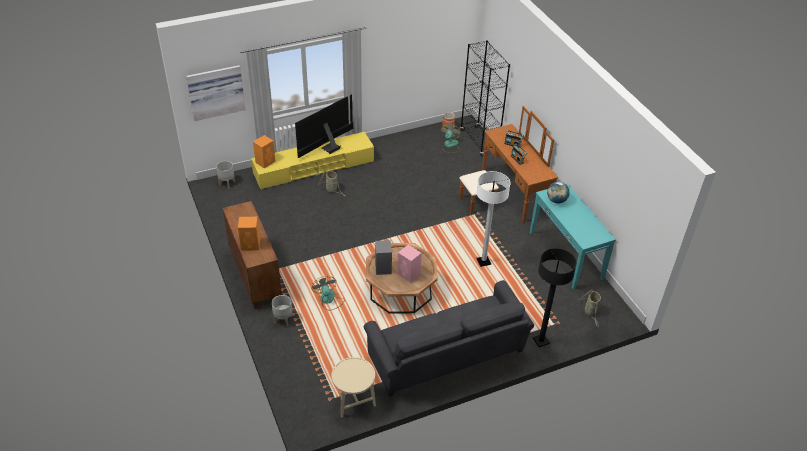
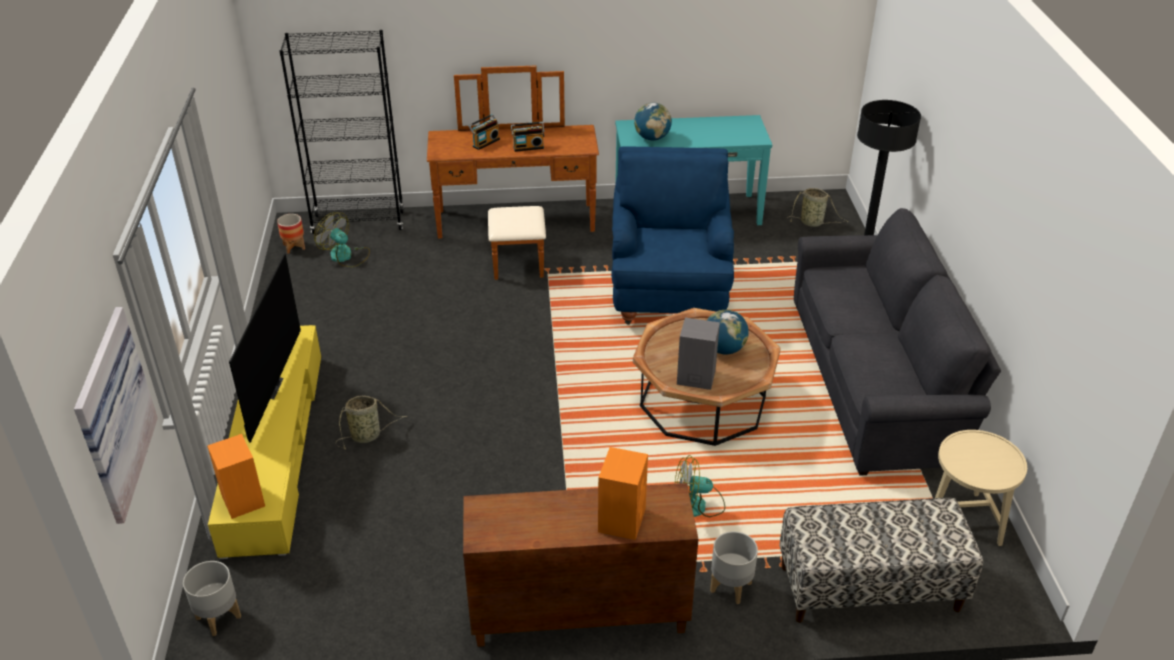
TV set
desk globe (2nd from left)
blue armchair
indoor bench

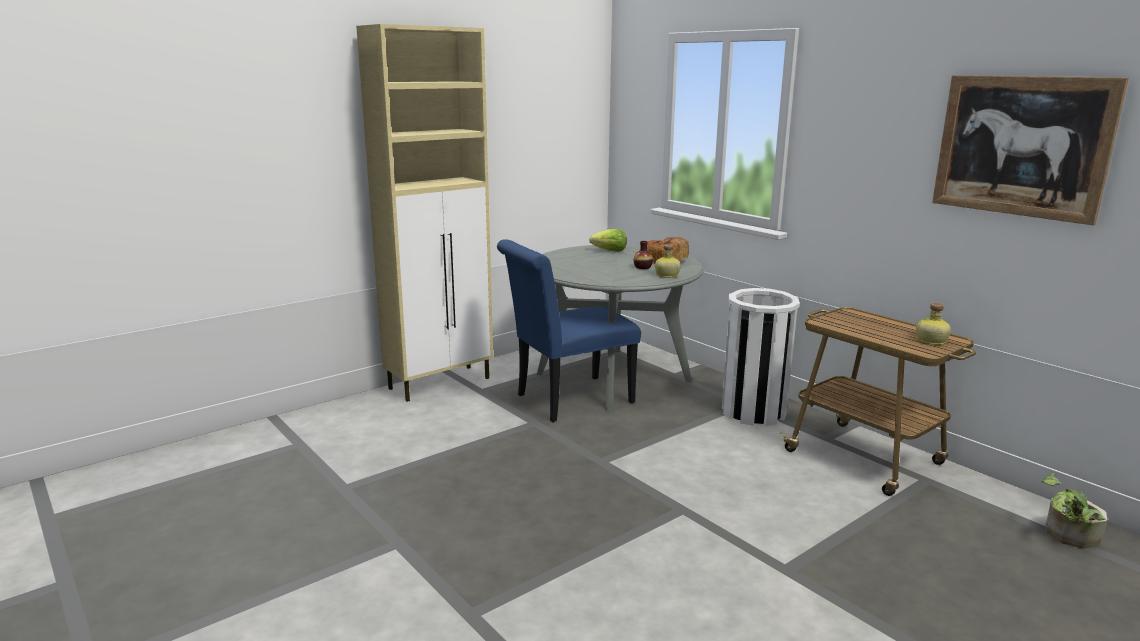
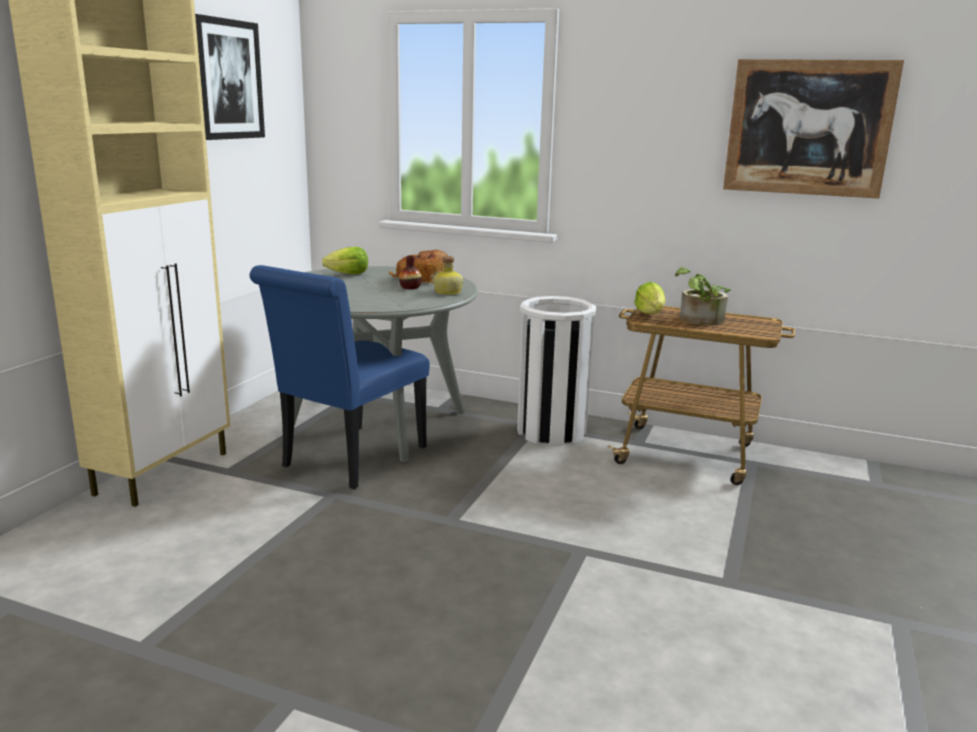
bottle (2nd from left in the first image)
plant in a pot
picture (1st from left)
head of lettuce (2nd from left)

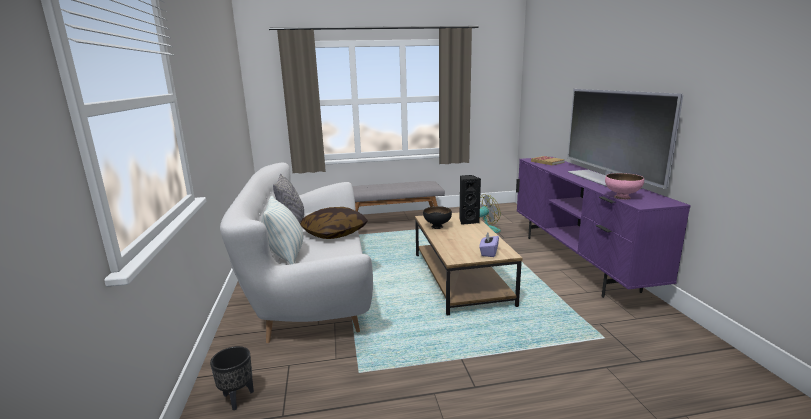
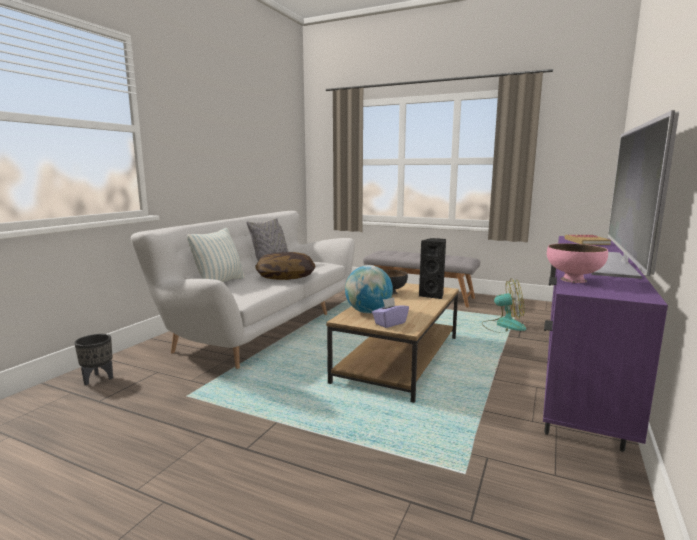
desk globe

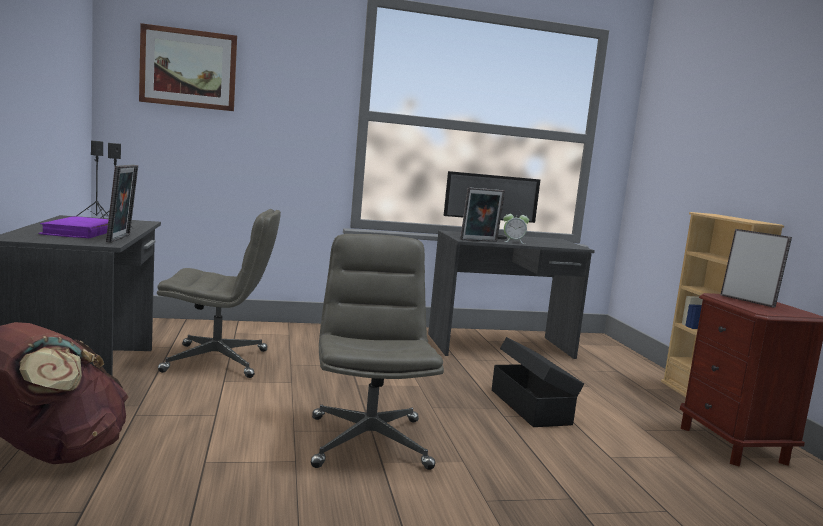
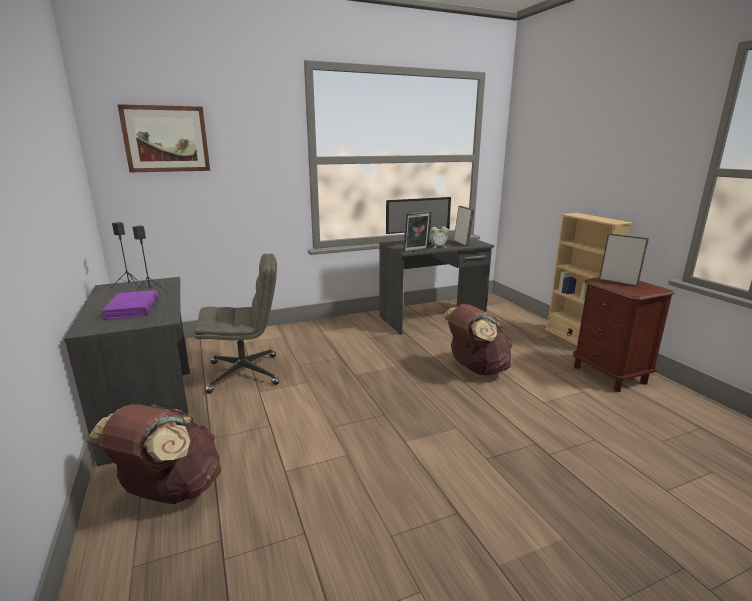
picture frame (2nd from left)
grey office chair (2nd from left in the first image)
brown knapsack (2nd from left)

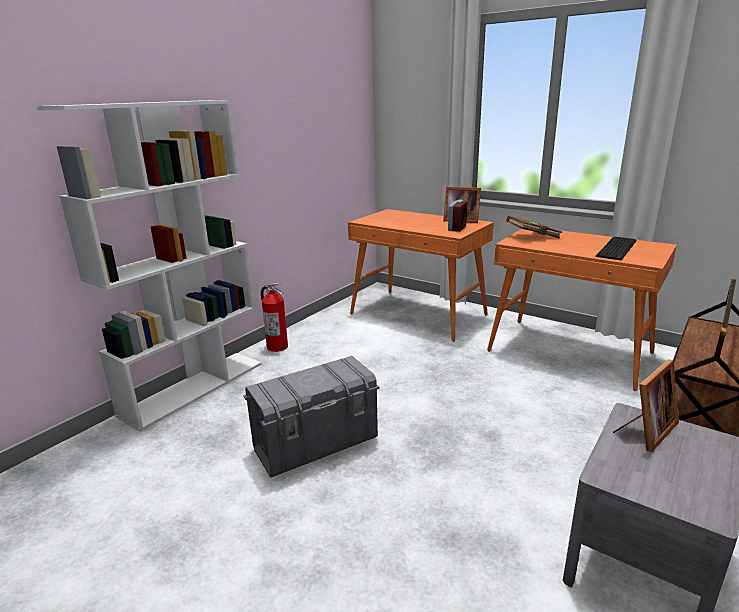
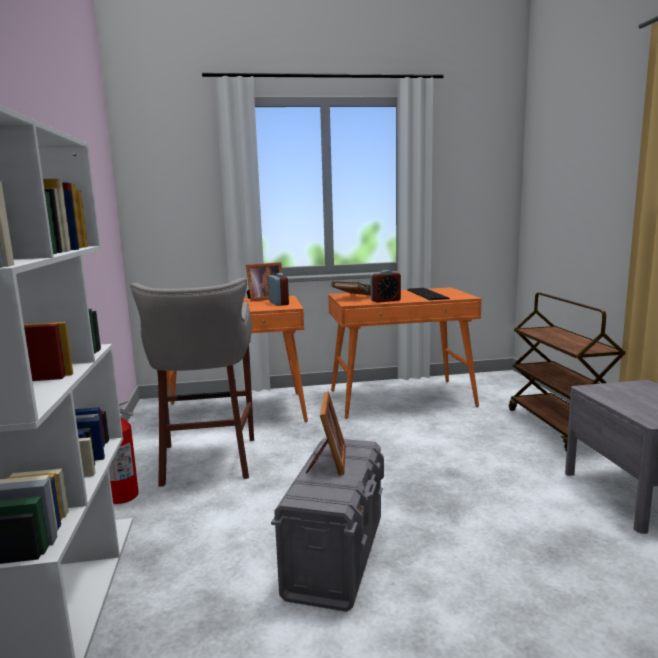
picture frame (2nd from left)
grey sitting stool
bedside clock (2nd from left)

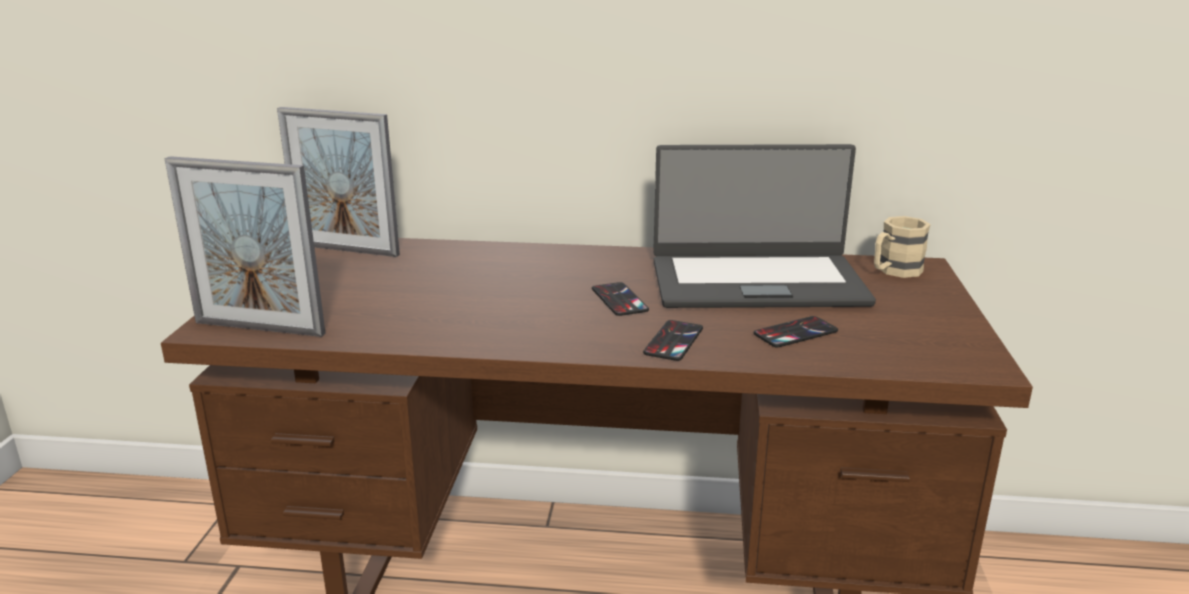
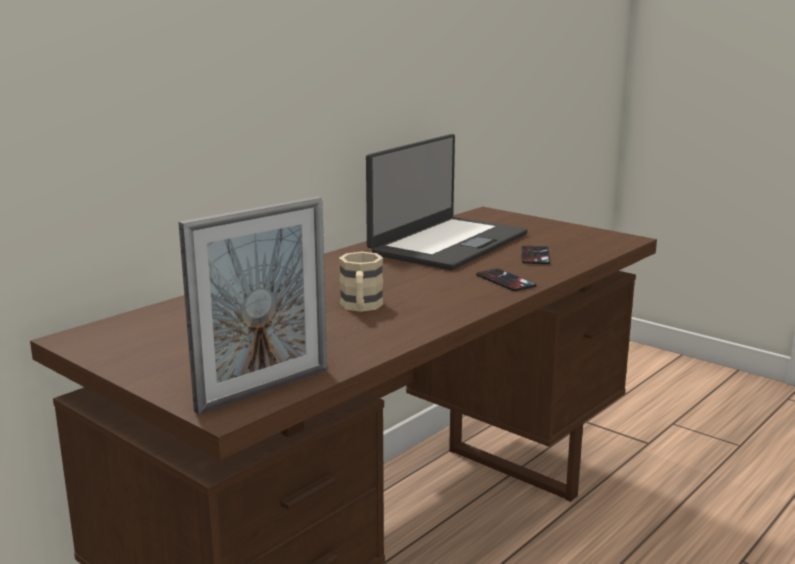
picture frame (2nd from left in the first image)
handset (1st from left in the first image)
beige-coloured tea mug

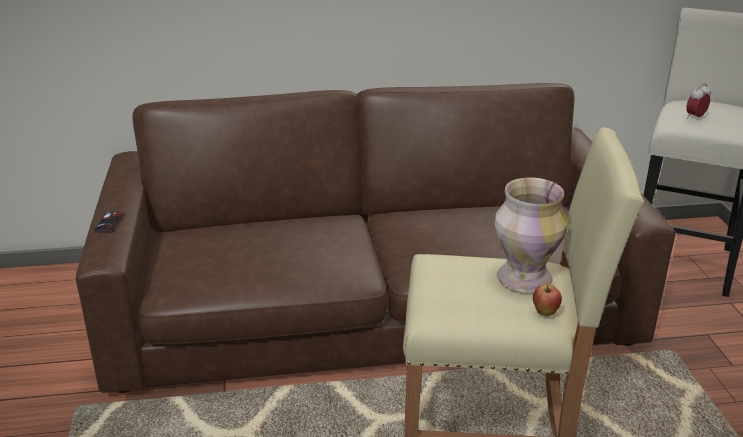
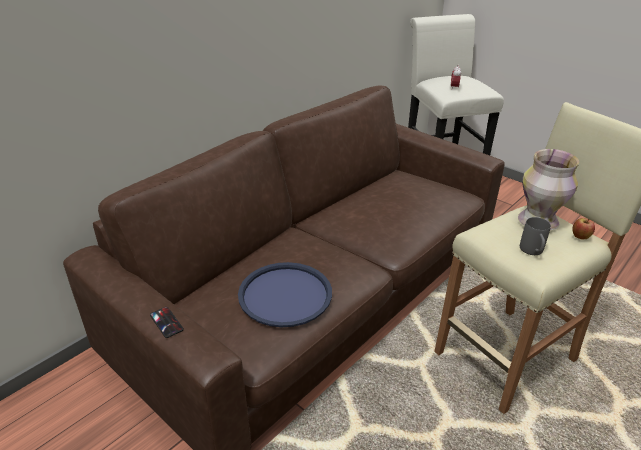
blue carrying tray
grey tea mug

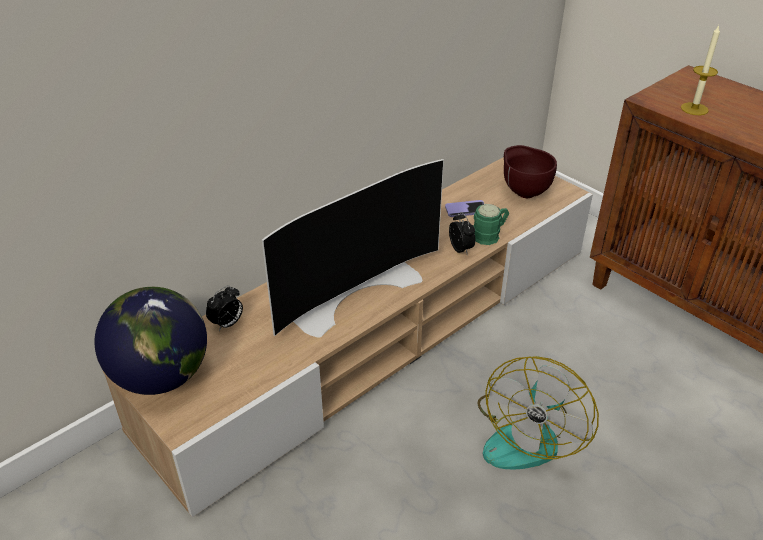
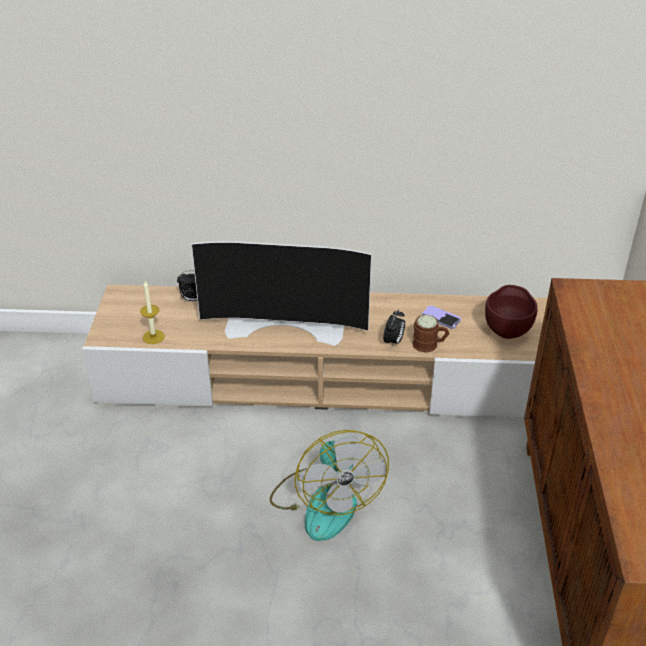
desk globe
brown tea mug
electric fan
wax light

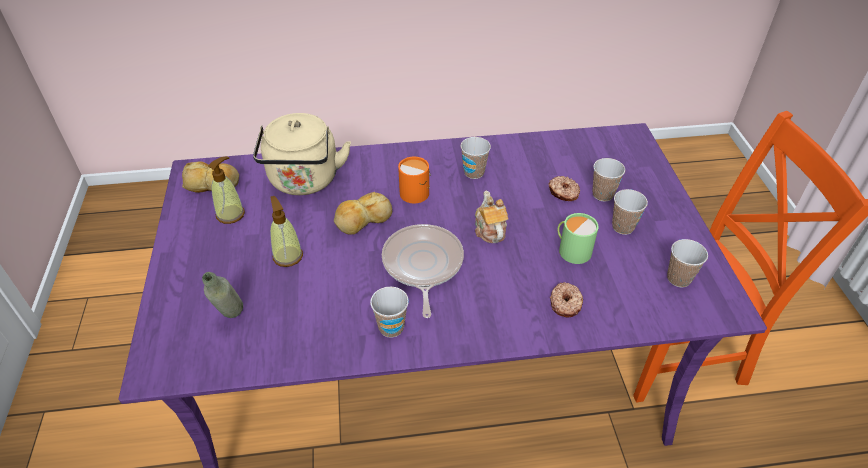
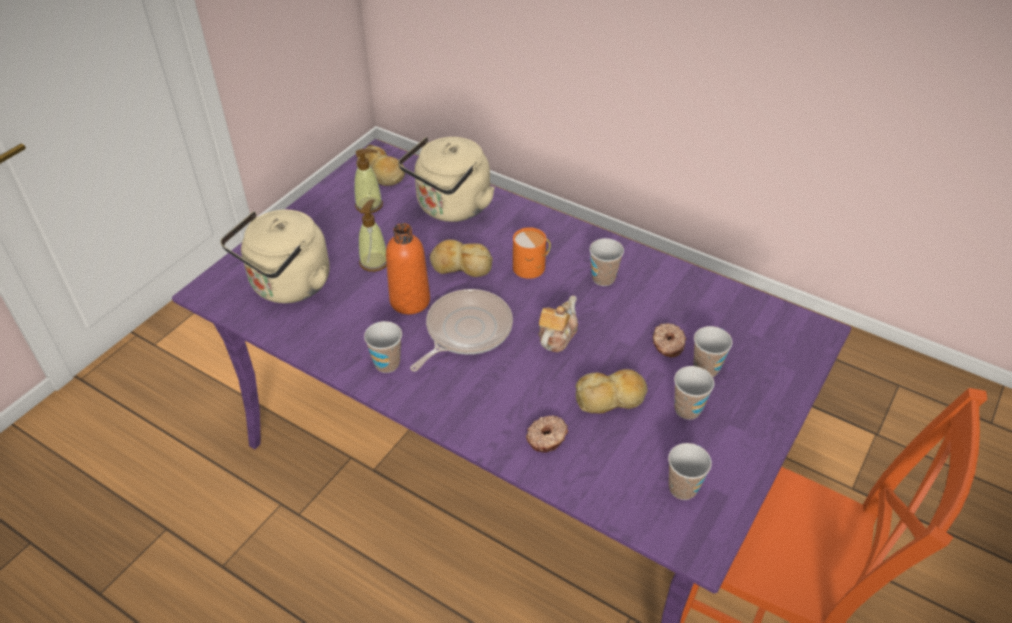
beige-coloured kettle (1st from left)
bakery bread (3rd from left)
orange bottle

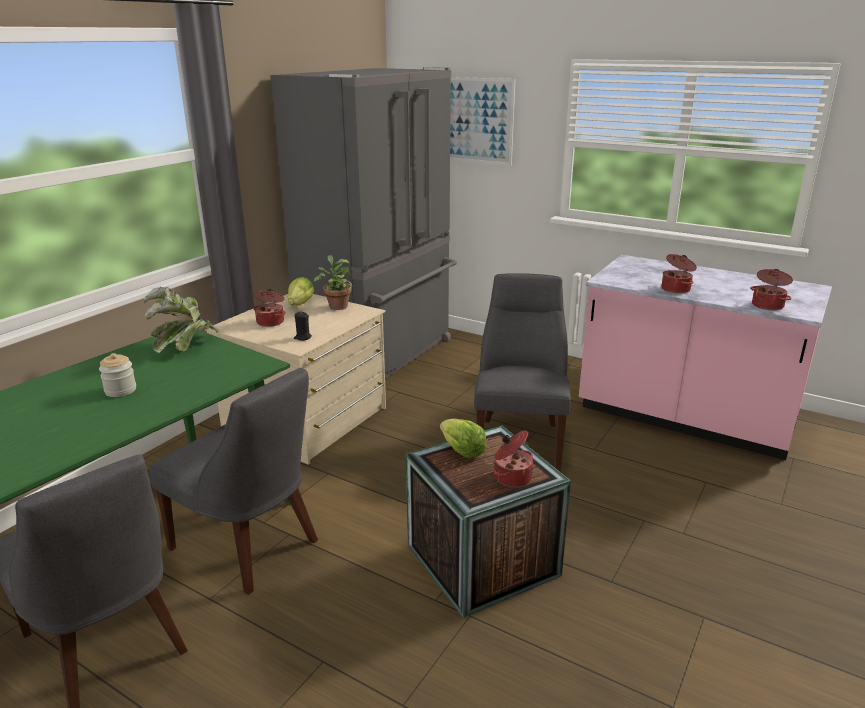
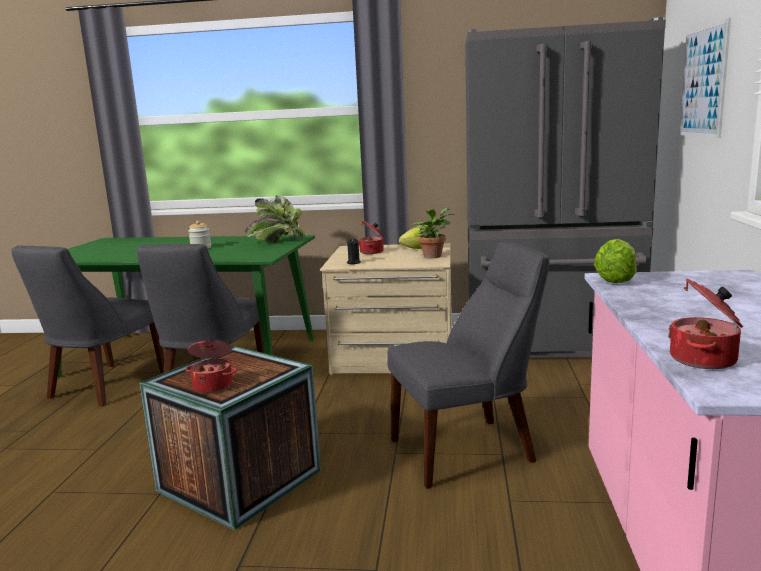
head of lettuce (2nd from left)
cooking pot (3rd from left in the first image)

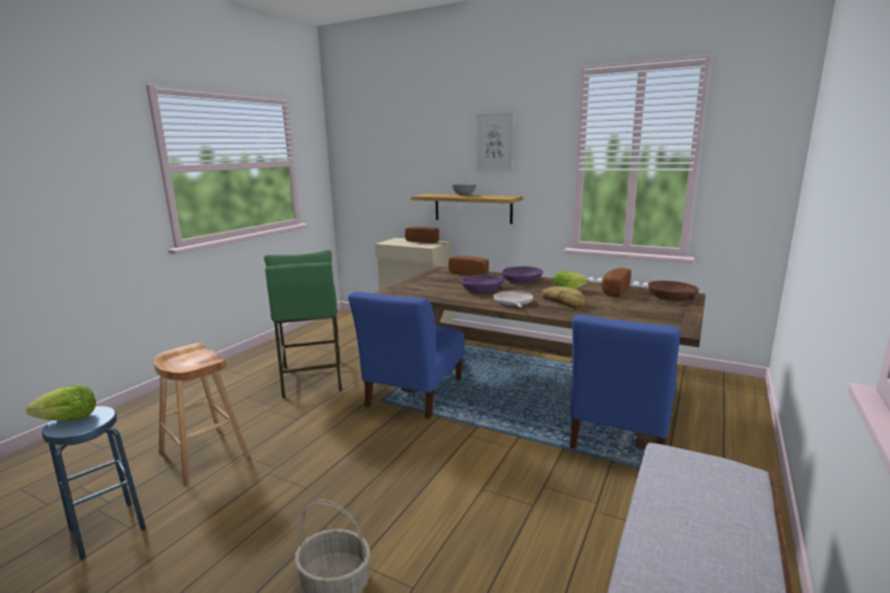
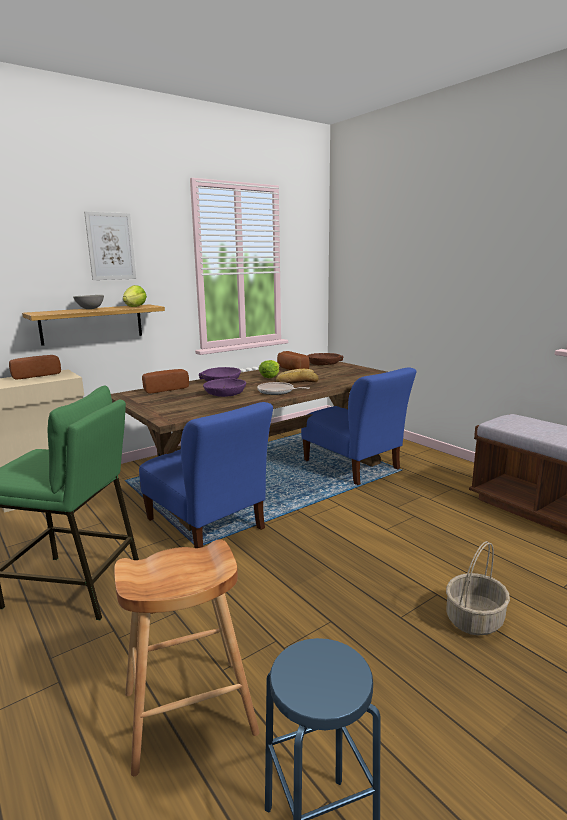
head of lettuce (1st from left)

